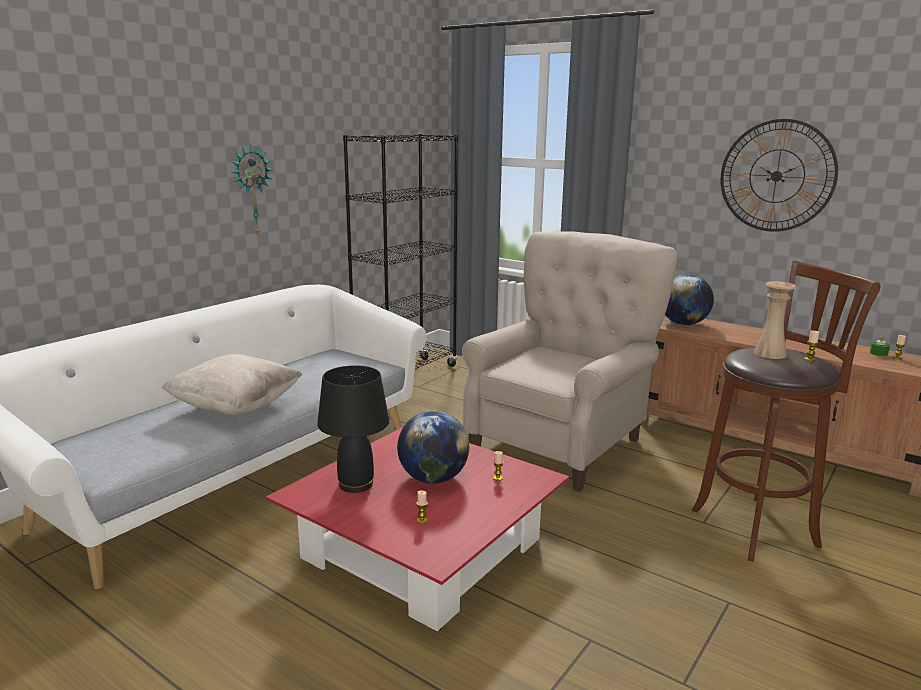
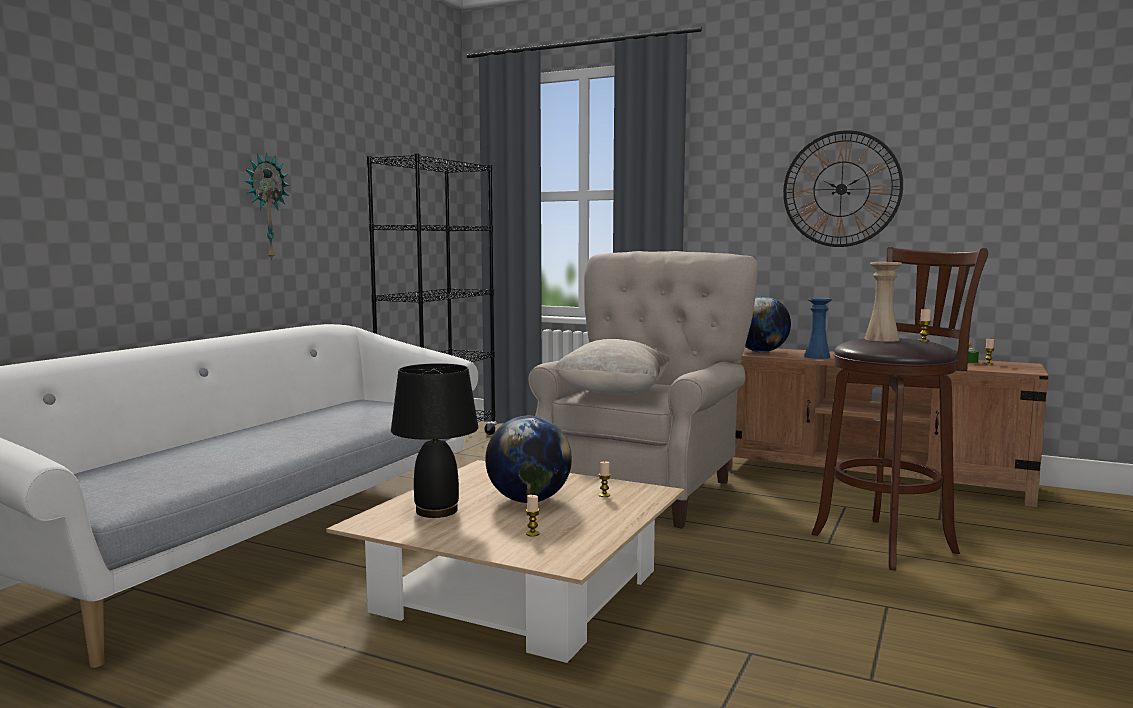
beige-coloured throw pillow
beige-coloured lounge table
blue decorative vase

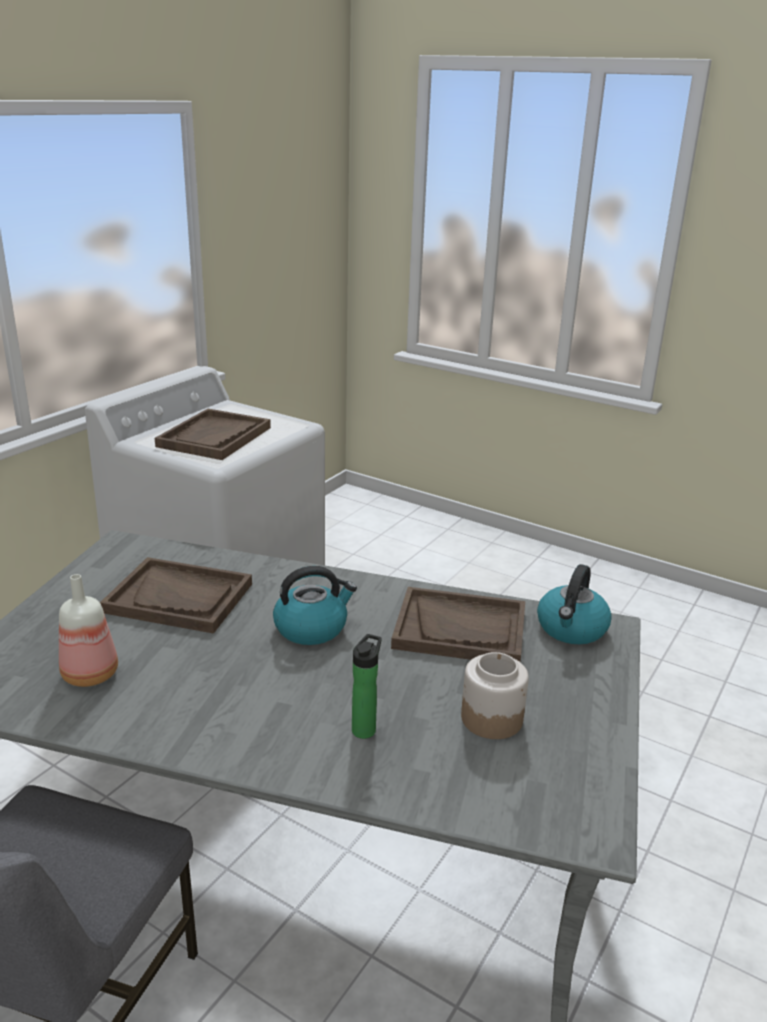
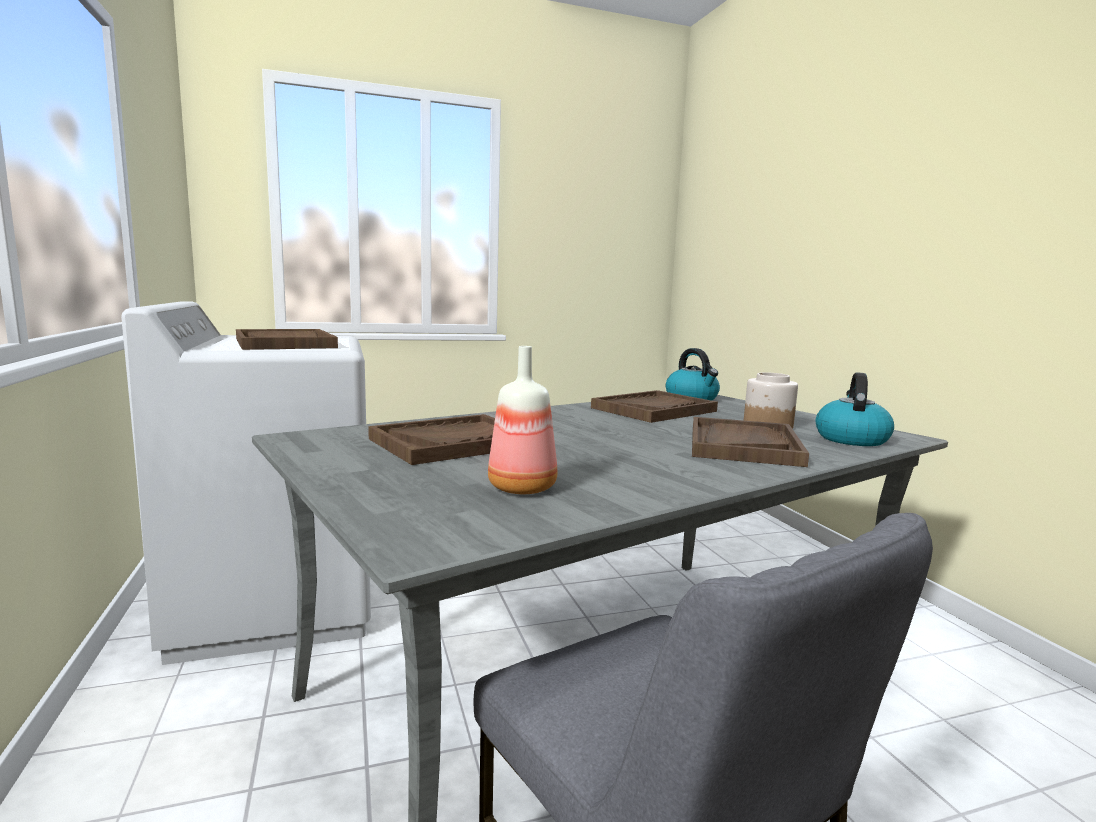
kettle (2nd from left)
brown carrying tray (4th from left)

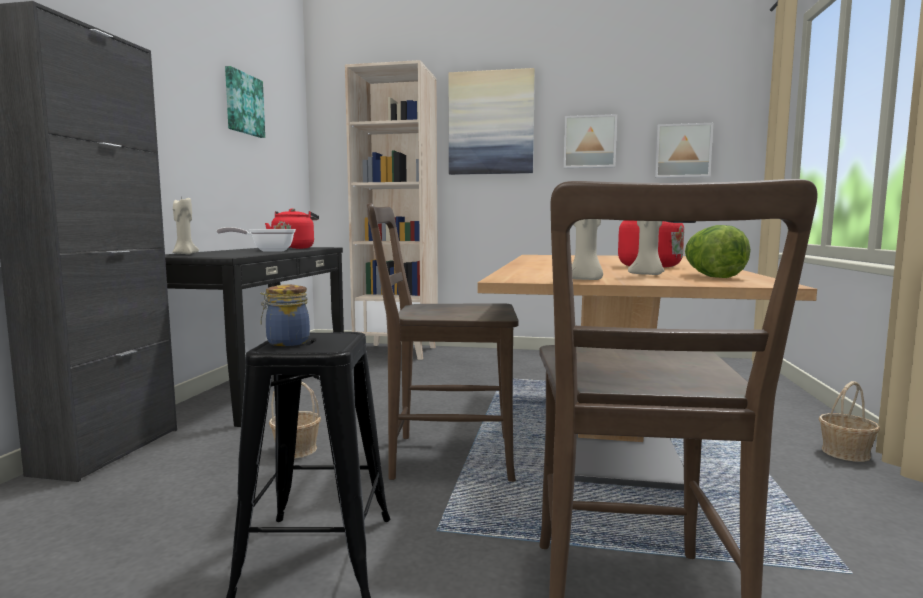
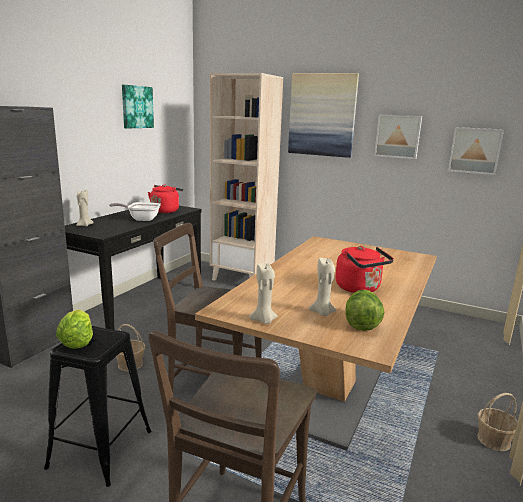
head of lettuce (1st from left)

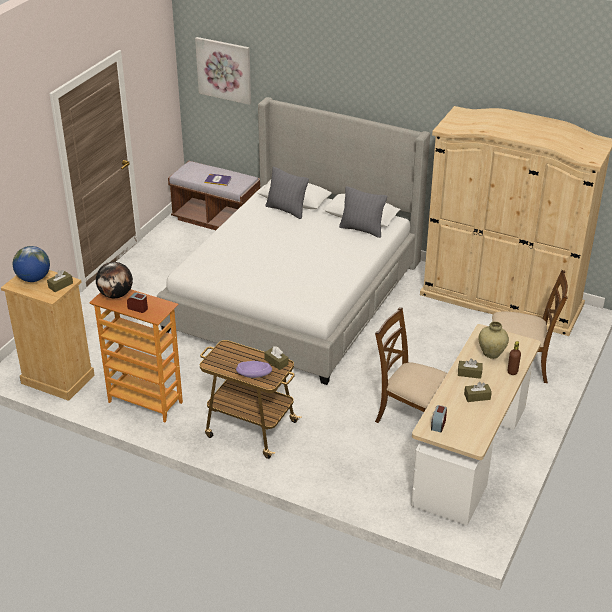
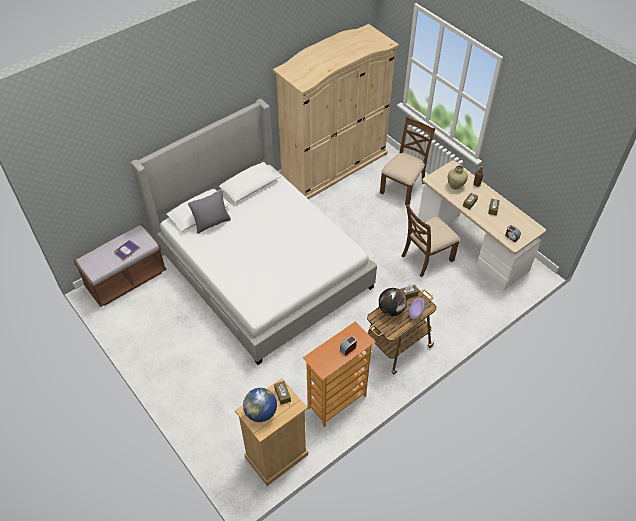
desk globe (2nd from left)
picture
grey throw pillow (2nd from left in the first image)

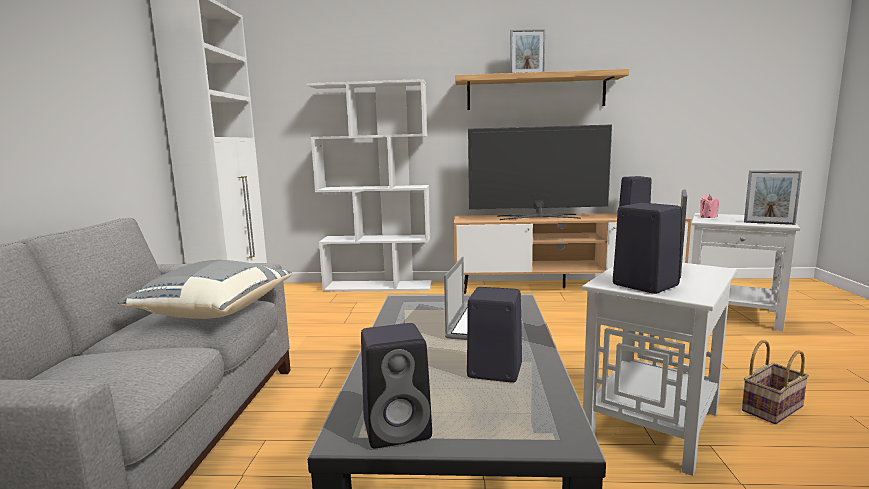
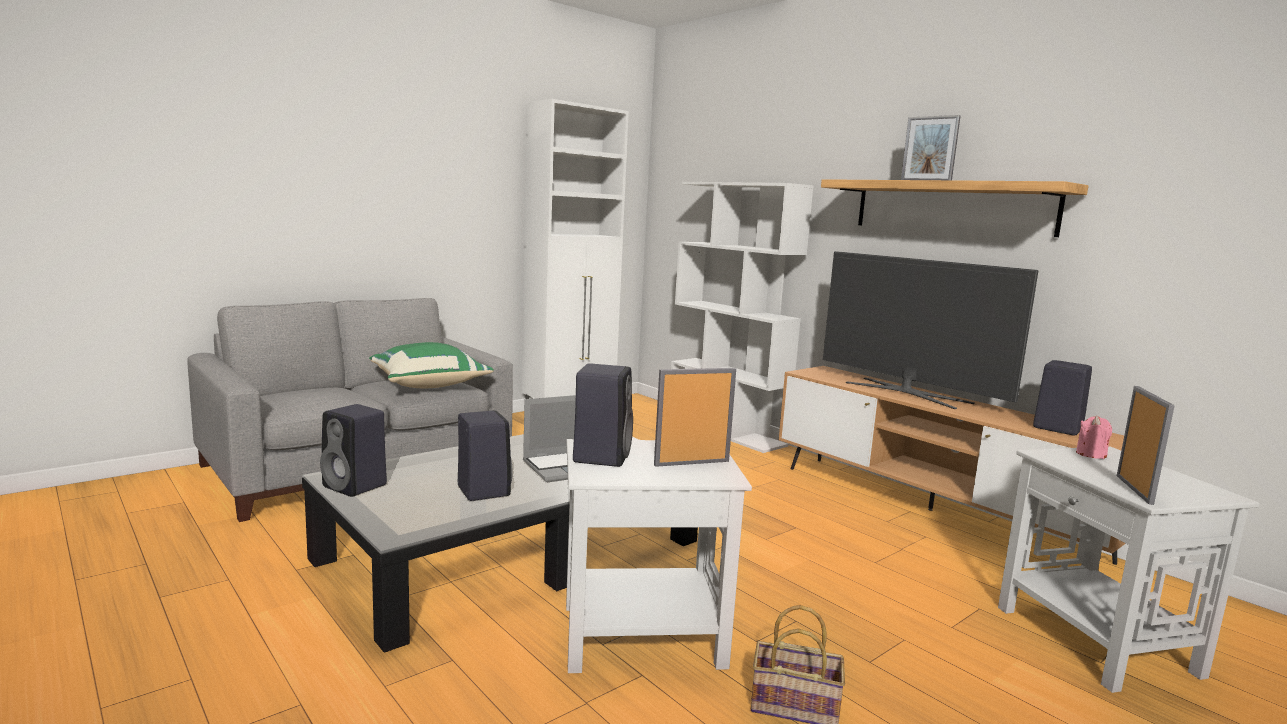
green throw pillow
picture frame (3rd from left)

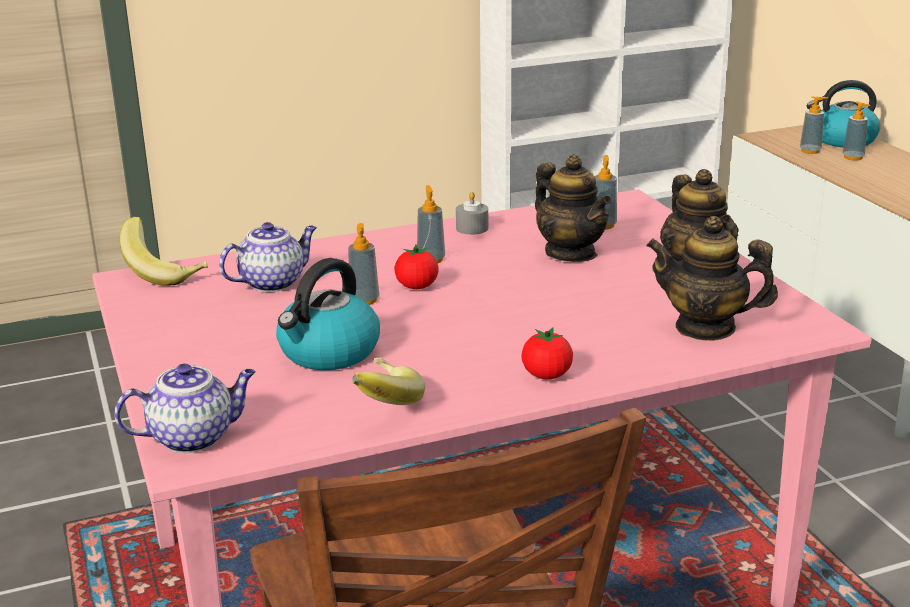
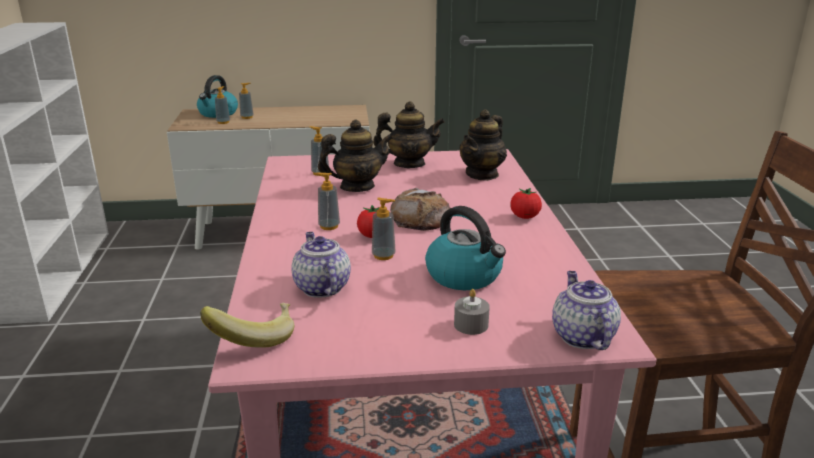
banana (2nd from left in the first image)
grey wax light
bakery bread

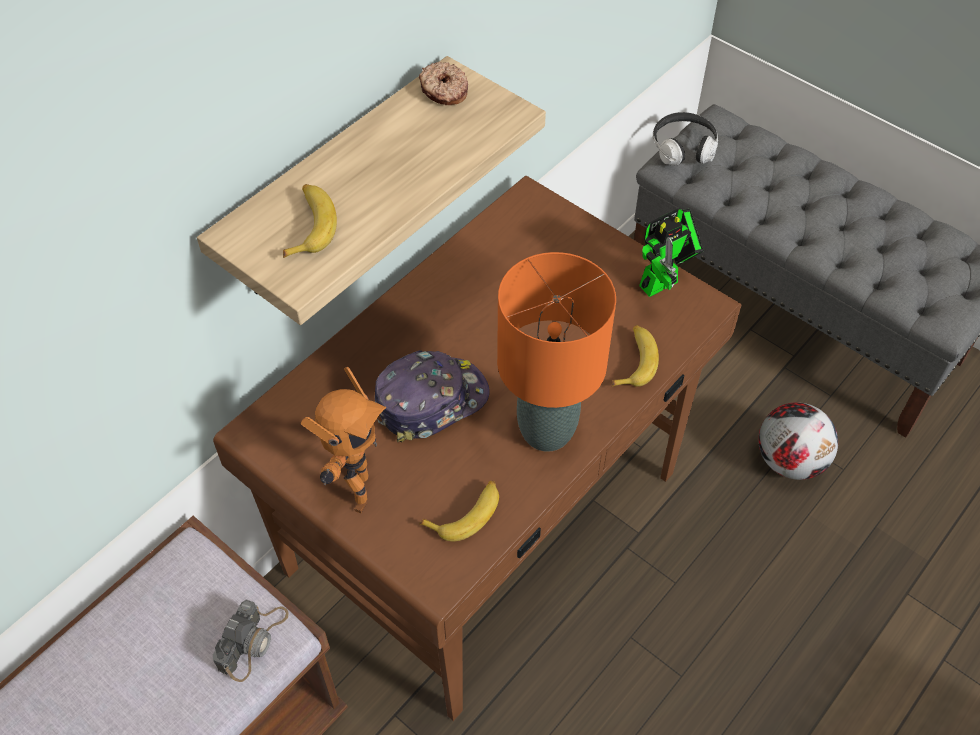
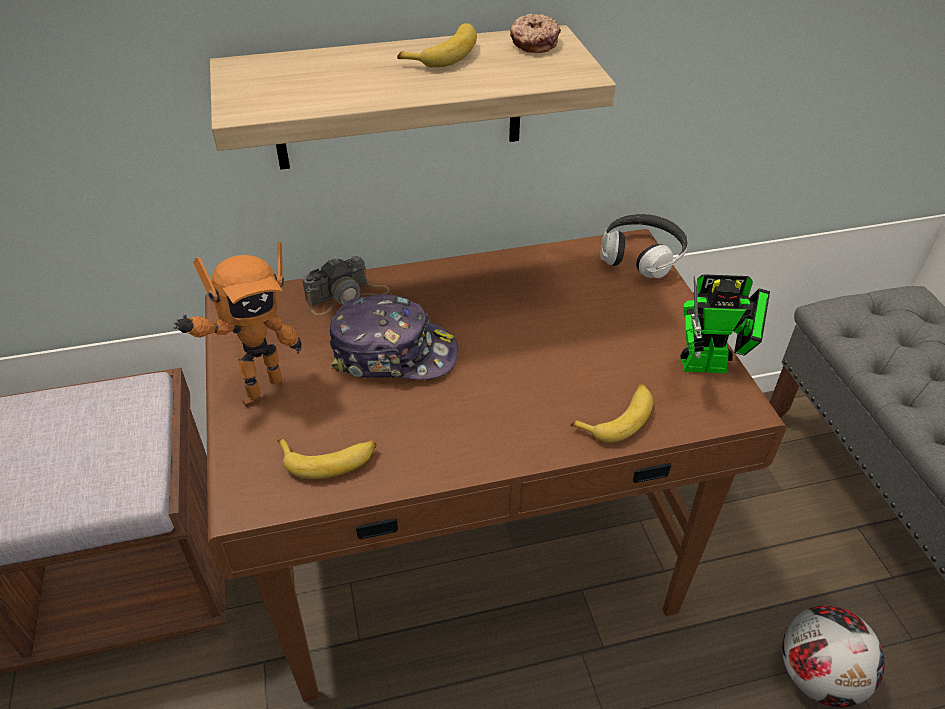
photo camera
banana (2nd from left)
orange table lamp
pair of headphones

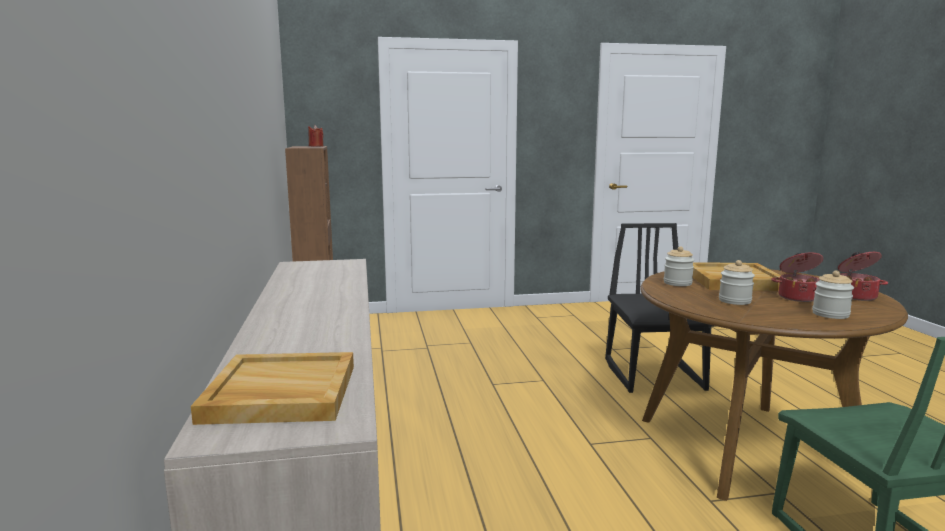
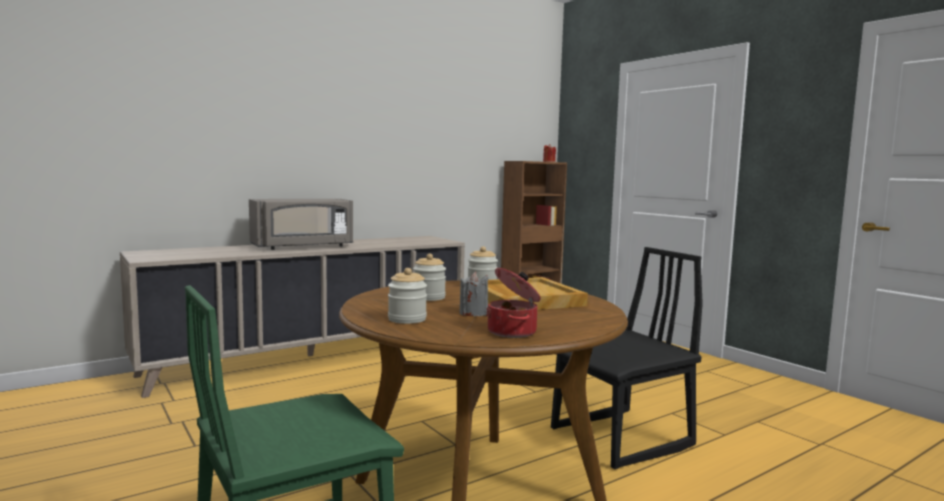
beige-coloured carrying tray (1st from left in the first image)
grey wax light
grey microwave oven

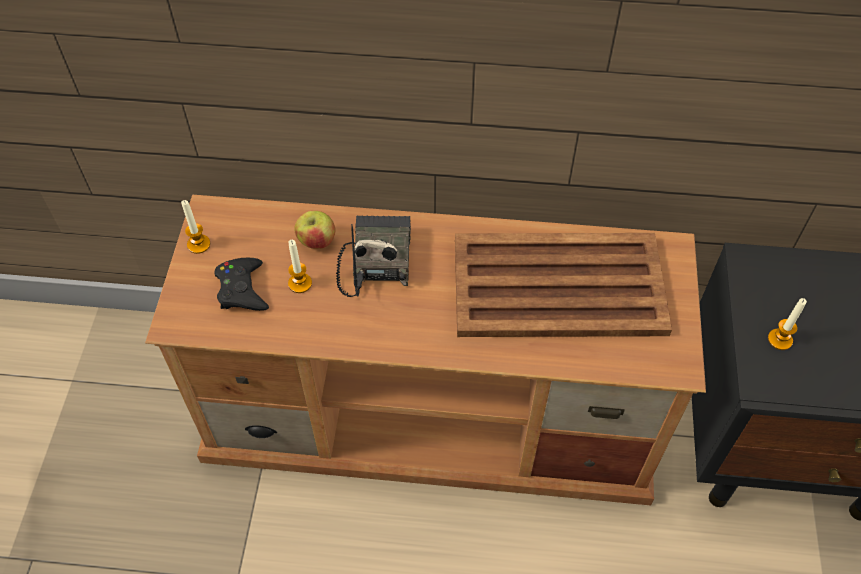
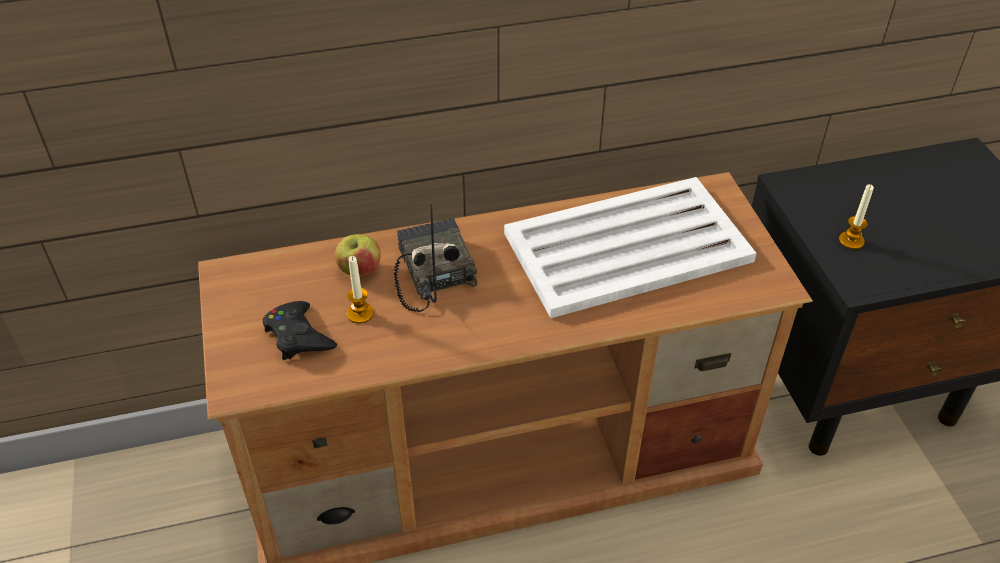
wax light (1st from left in the first image)
white carrying tray

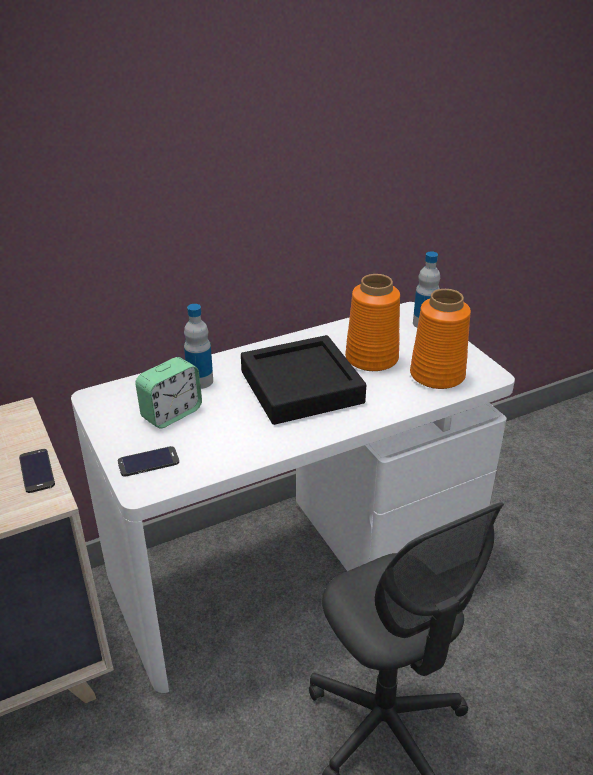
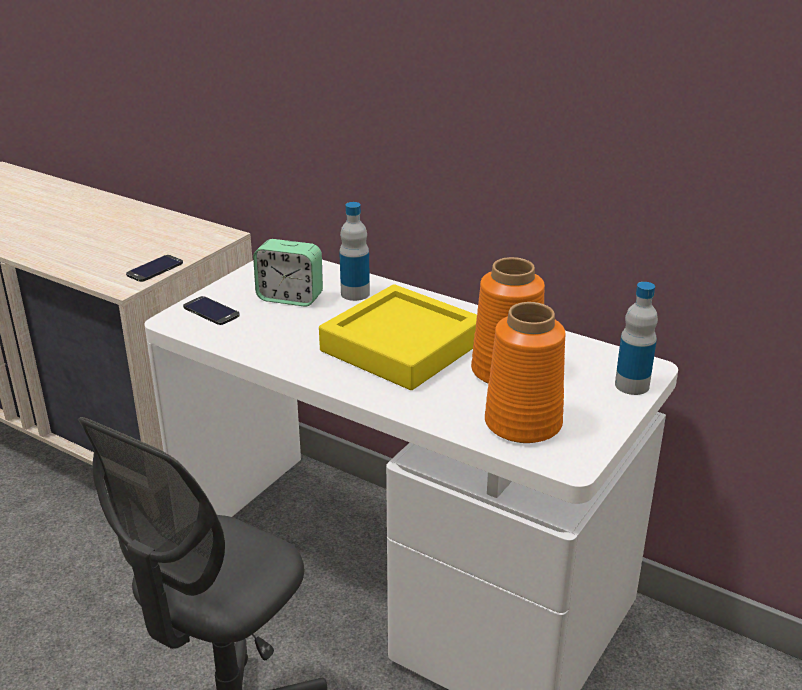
yellow-coloured carrying tray

